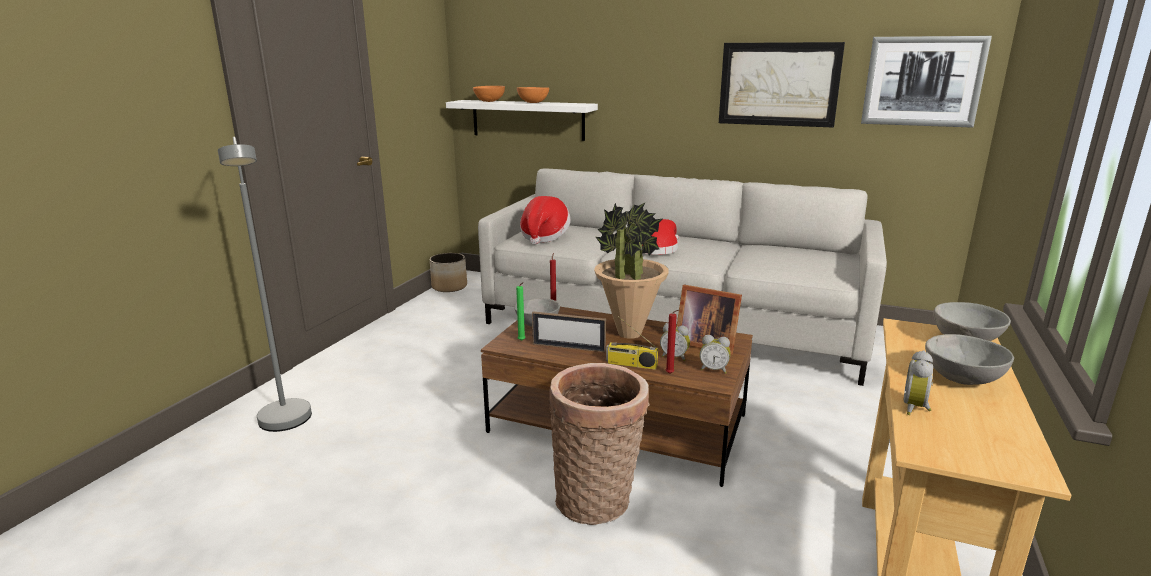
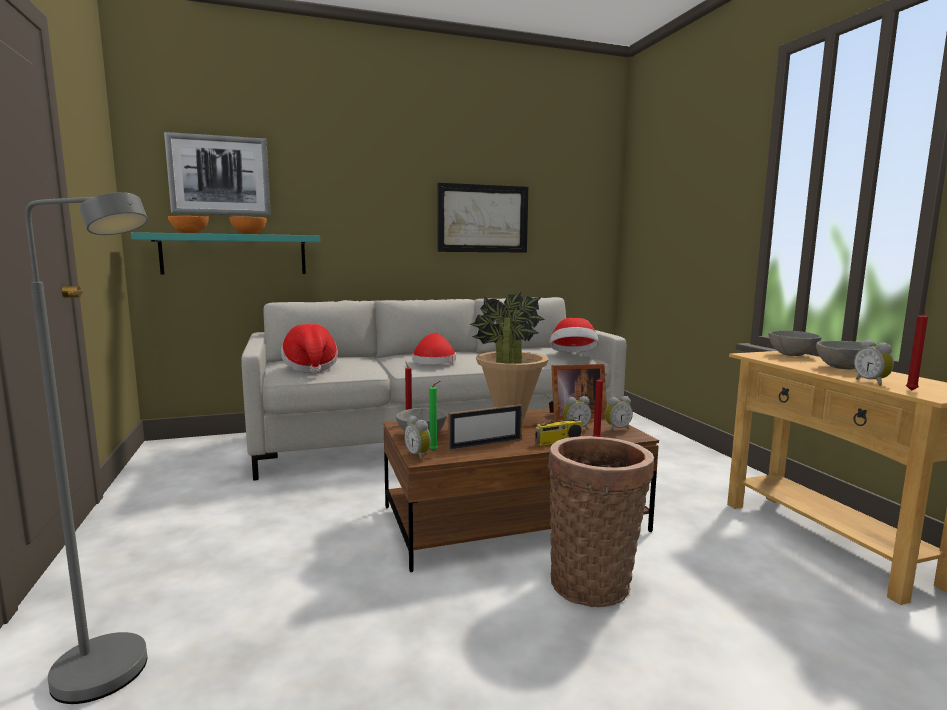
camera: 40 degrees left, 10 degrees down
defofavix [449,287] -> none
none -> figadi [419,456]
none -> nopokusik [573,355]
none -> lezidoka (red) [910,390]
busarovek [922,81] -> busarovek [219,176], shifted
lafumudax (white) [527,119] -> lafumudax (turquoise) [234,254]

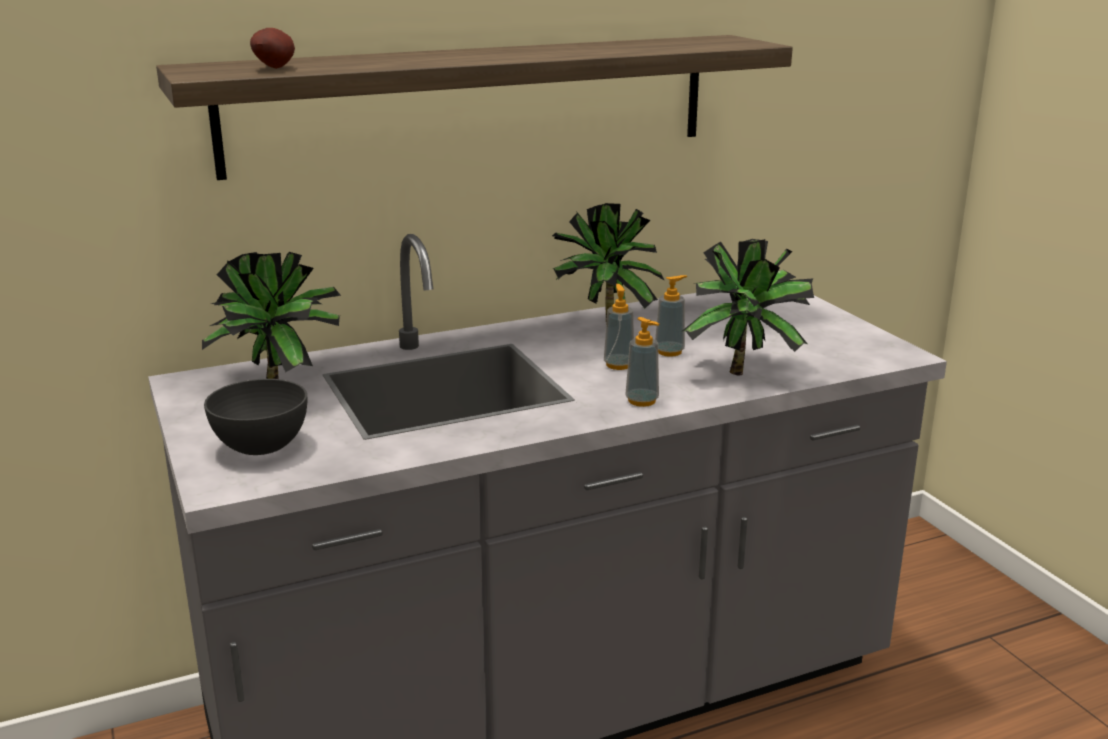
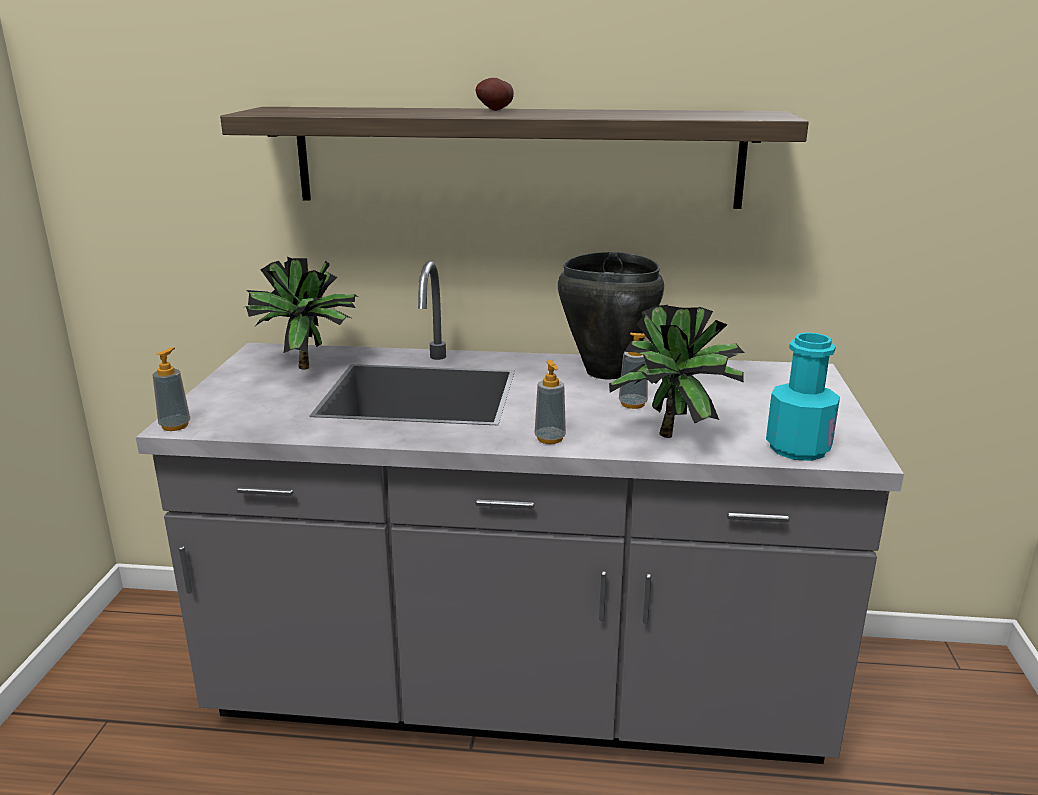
camera: 30 degrees right, 0 degrees up
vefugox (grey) [261,446] -> none
none -> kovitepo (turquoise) [798,448]
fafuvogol [277,68] -> fafuvogol [497,110], shifted
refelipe [618,365] -> refelipe [175,426], shifted
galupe [603,327] -> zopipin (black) [606,372]

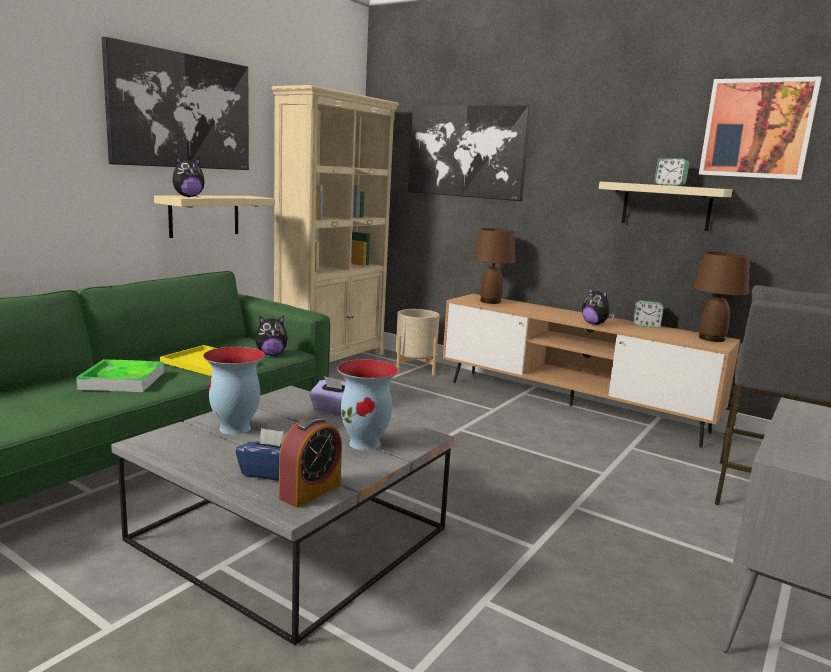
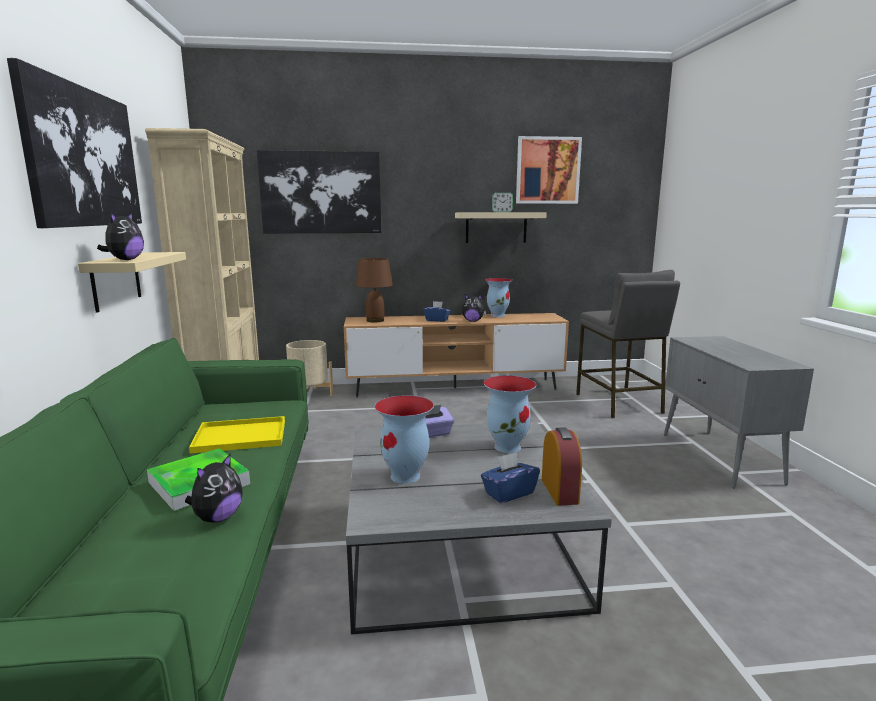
camera: 40 degrees left, 0 degrees up
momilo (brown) [711,338] -> none
none -> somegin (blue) [437,320]
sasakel [271,354] -> sasakel [217,518], shifted
figadi [646,325] -> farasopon [497,315]

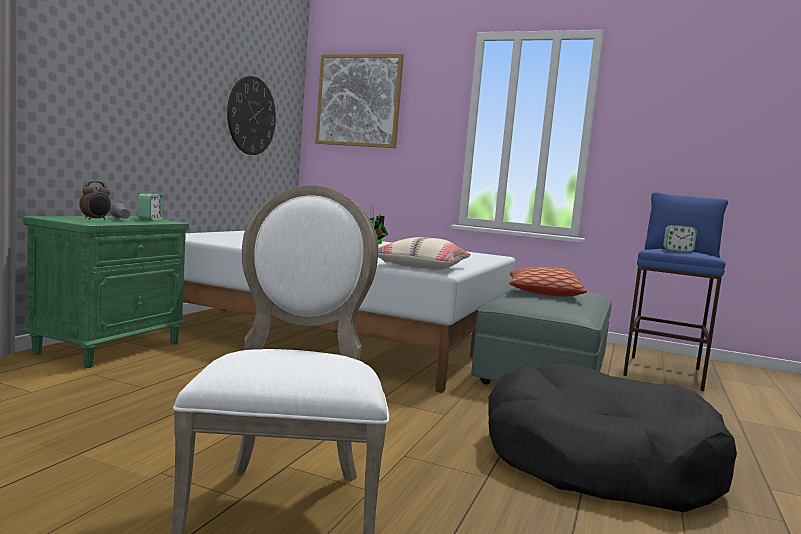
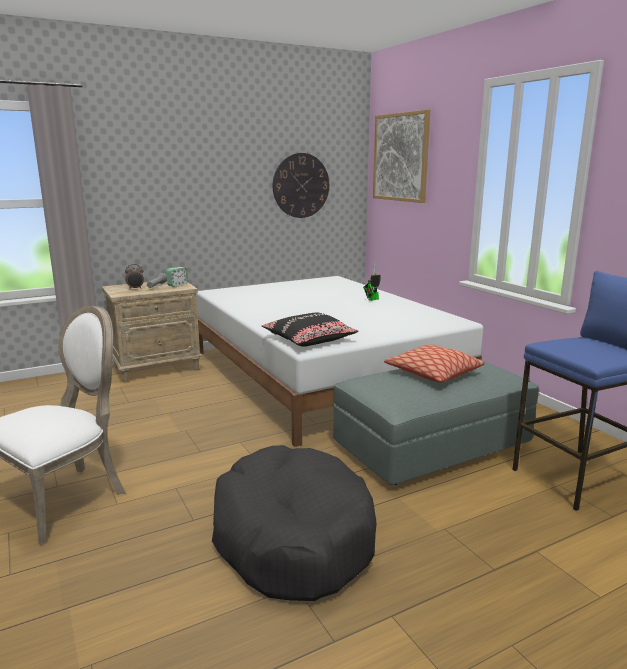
camera: 40 degrees right, 10 degrees up
figadi [678,250] -> none
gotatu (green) [110,347] -> gotatu (beige) [157,368]
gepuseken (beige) [421,266] -> gepuseken (black) [309,339]

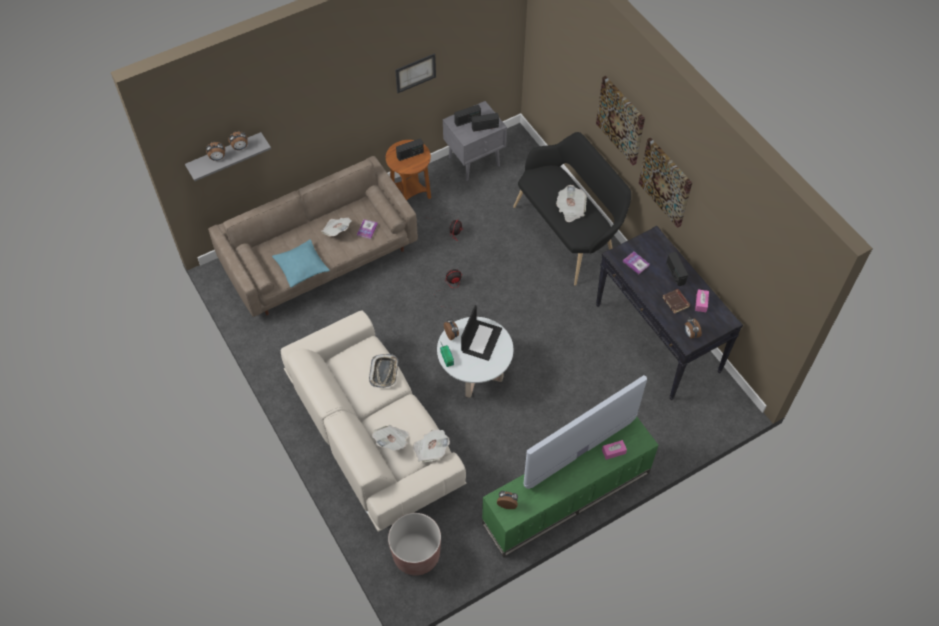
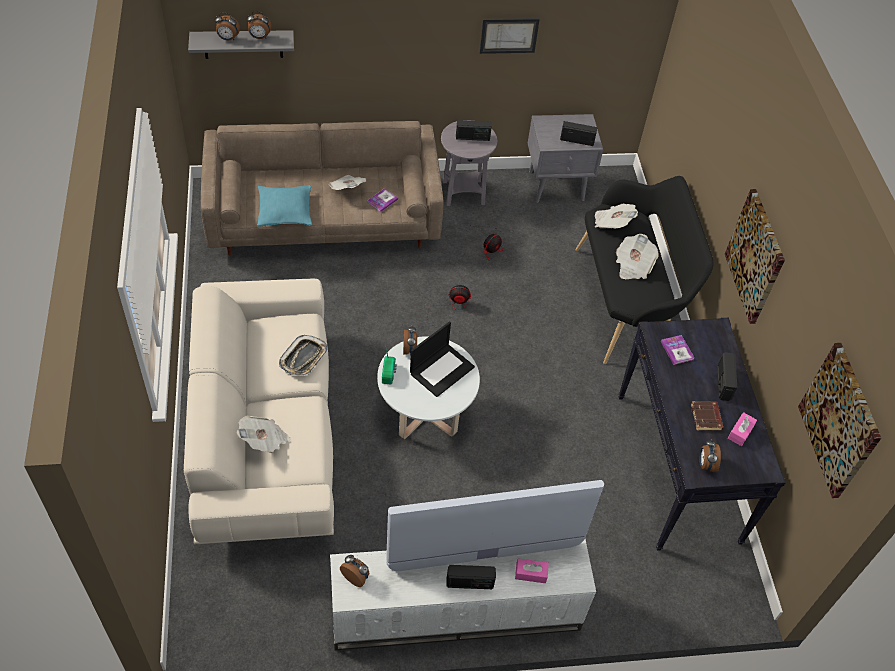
camera: 20 degrees right, 5 degrees down
defofavix (brown) [416,554] -> none
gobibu [430,450] -> gobibu [612,223], shifted
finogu [467,120] -> finogu [469,583], shifted
busarovek [621,120] -> busarovek [840,420], shifted
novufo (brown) [410,194] -> novufo (grey) [463,193]
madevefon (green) [566,499] -> madevefon (white) [454,614]

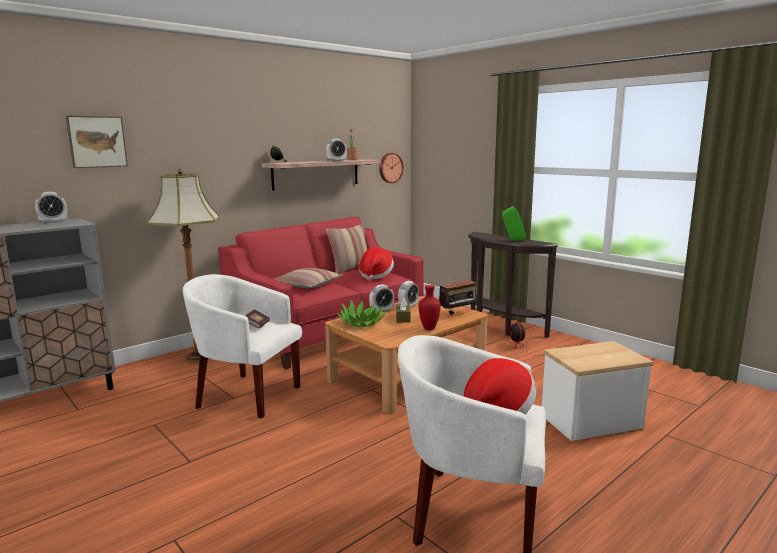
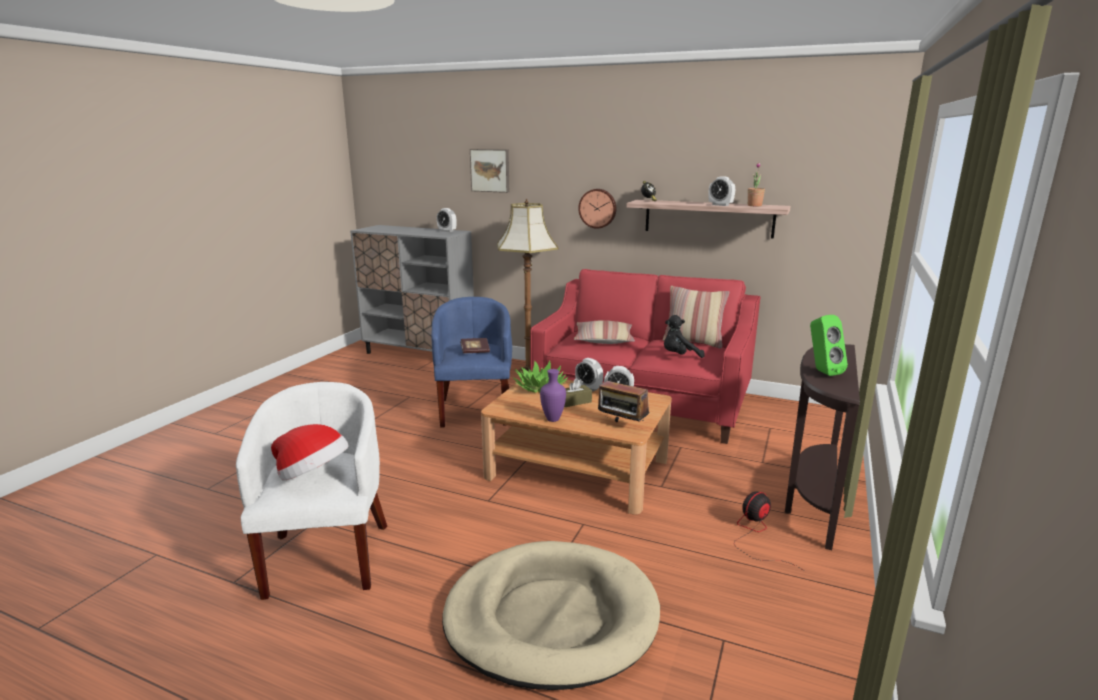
camera: 65 degrees right, 5 degrees up
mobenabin [390,168] -> mobenabin [598,208], shifted
nopokusik [375,275] -> sasakel (black) [679,356]
novufo [590,422] -> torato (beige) [551,618]
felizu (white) [246,395] -> felizu (blue) [475,410]
farasopon (red) [429,329] -> farasopon (purple) [552,419]

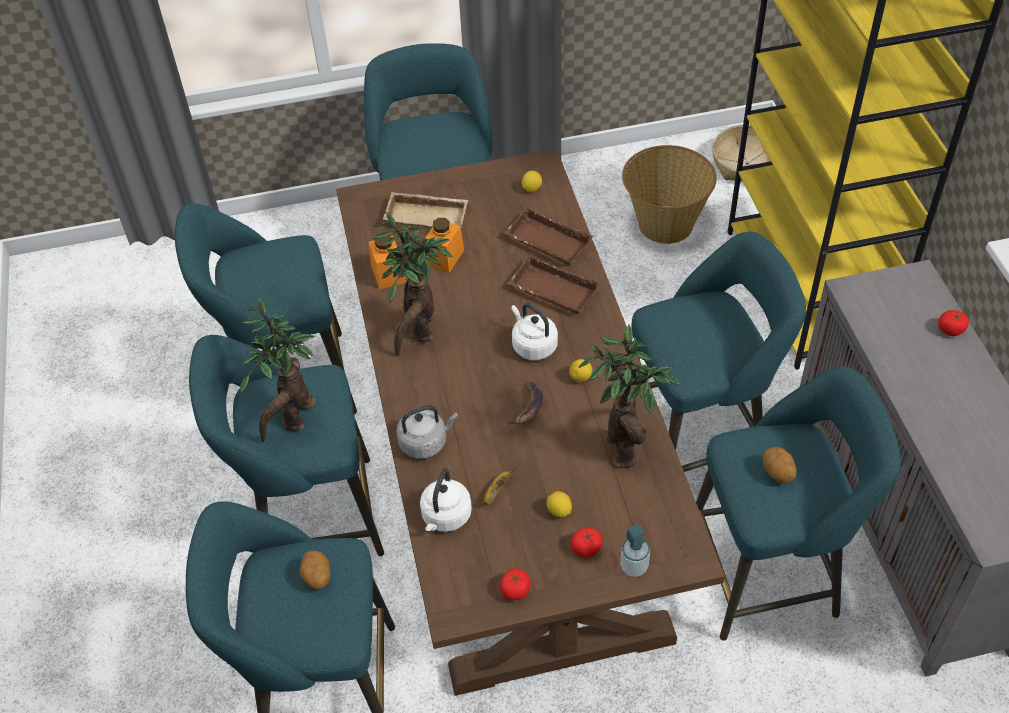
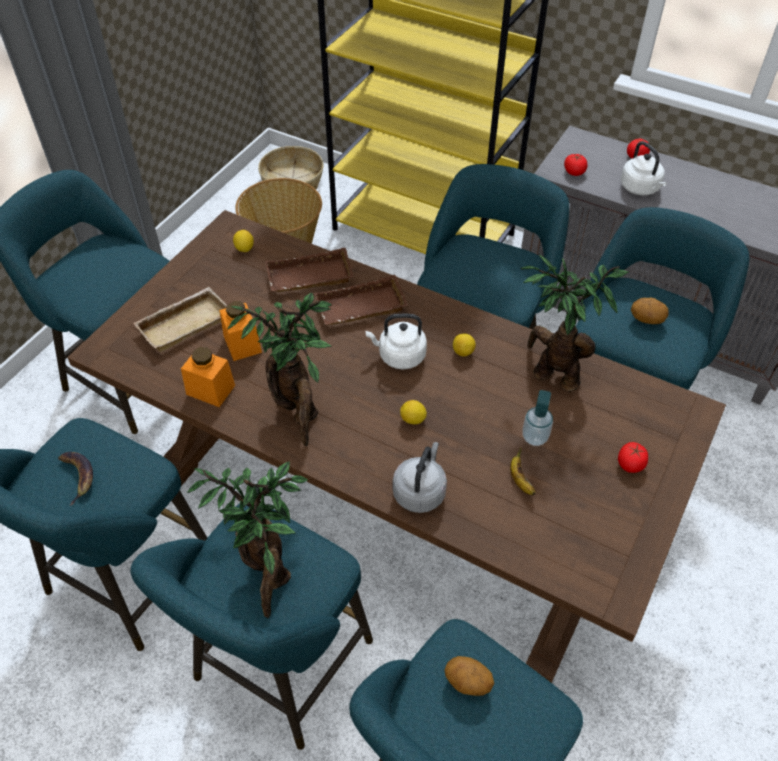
camera: 50 degrees left, 0 degrees up
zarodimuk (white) [445,517] -> zarodimuk (white) [641,189], shifted
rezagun [515,590] -> rezagun [574,172], shifted
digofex [527,407] -> digofex [78,476], shifted
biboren [559,511] -> biboren [413,420], shifted
refelipe [634,567] -> refelipe [535,437], shifted

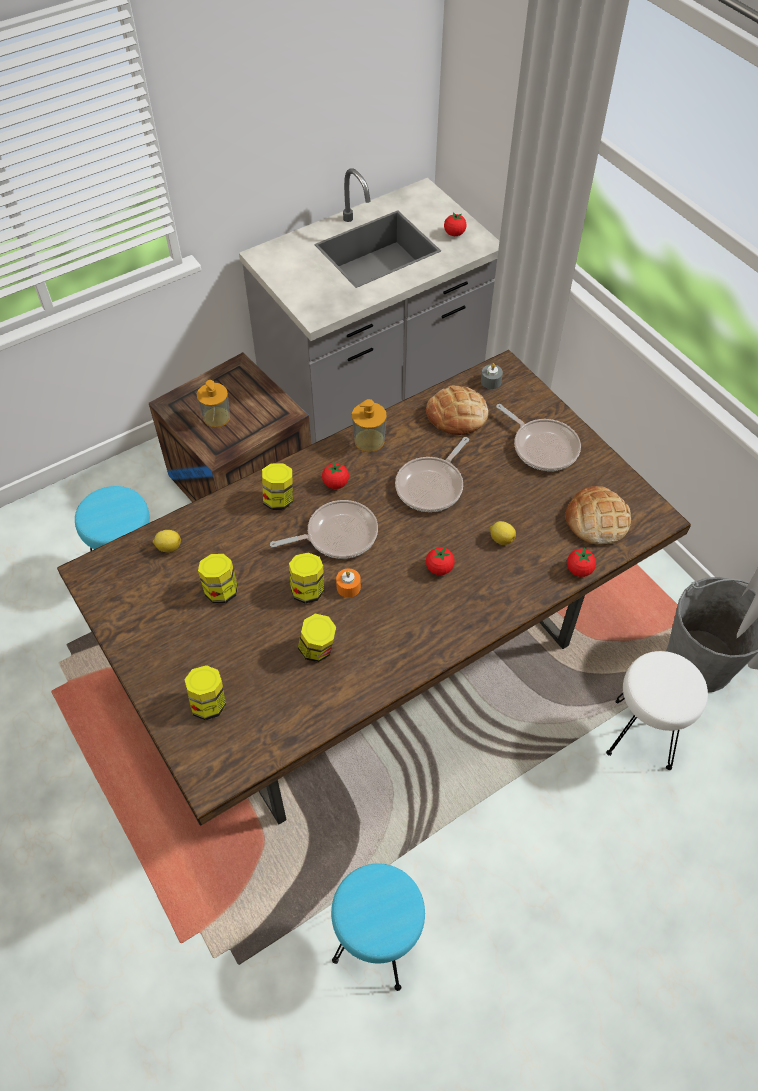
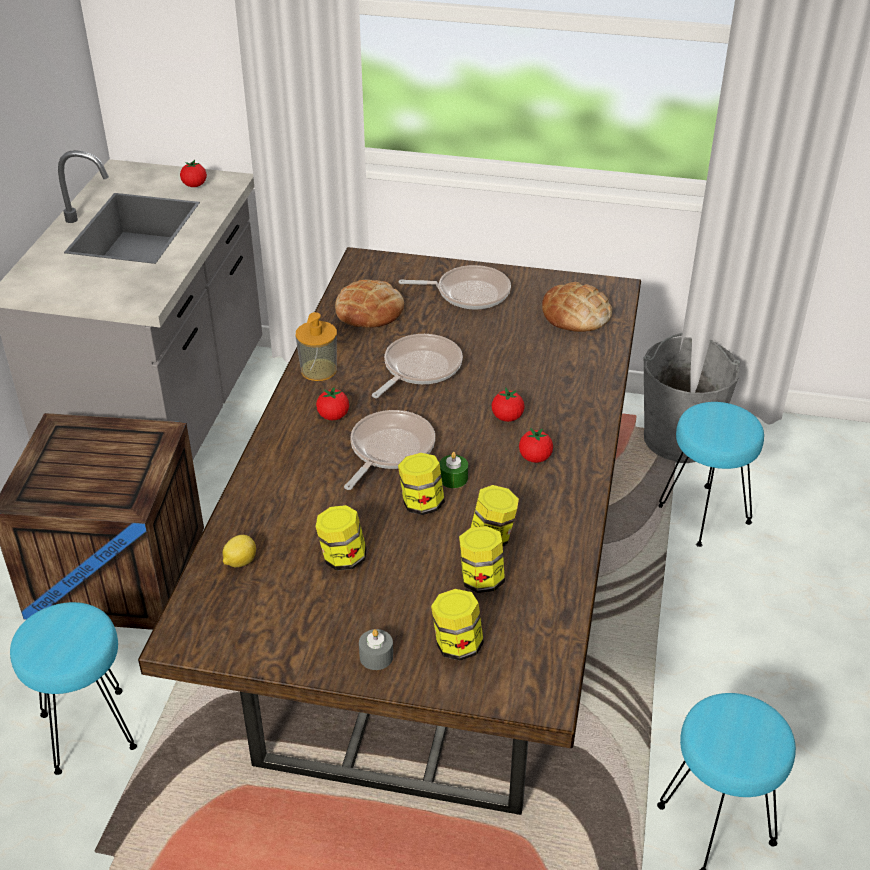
camera: 45 degrees left, 15 degrees down
refelipe [216,417] -> none
biboren [501,539] -> none
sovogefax [279,499] -> sovogefax [481,579], shifted
lezidoka (grey) [491,381] -> lezidoka (grey) [376,656], shifted
rezagun [579,570] -> rezagun [535,458], shifted
lezidoka (orange) [348,587] -> lezidoka (green) [453,478]
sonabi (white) [641,735] -> sonabi (turquoise) [704,516]
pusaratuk [432,486] -> pusaratuk [419,368], 135 degrees counterclockwise

